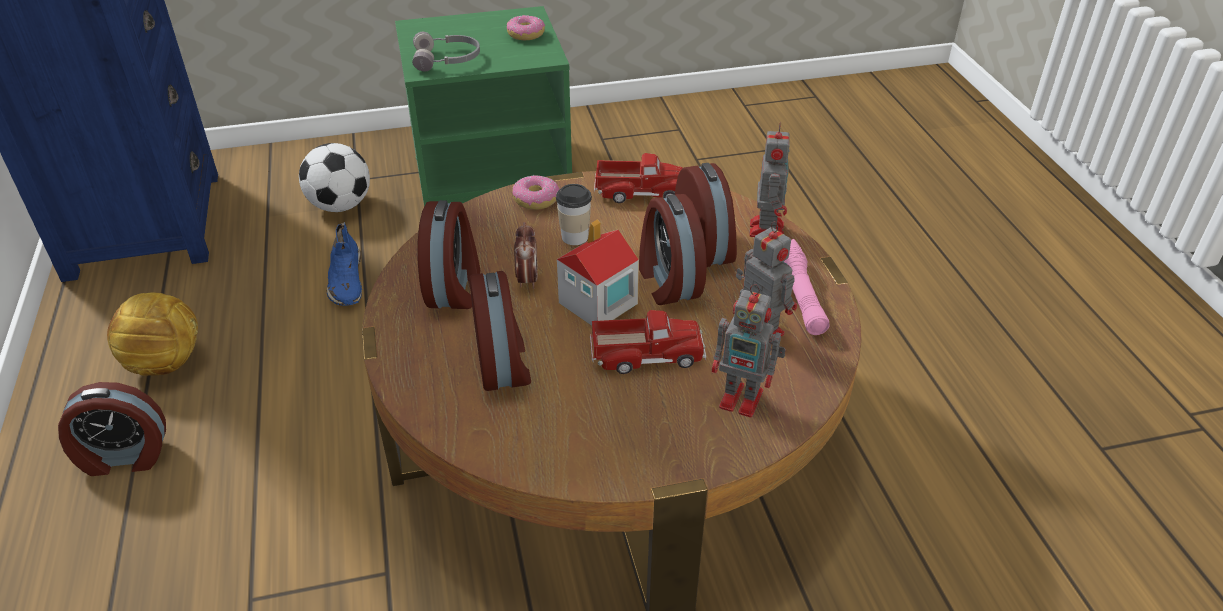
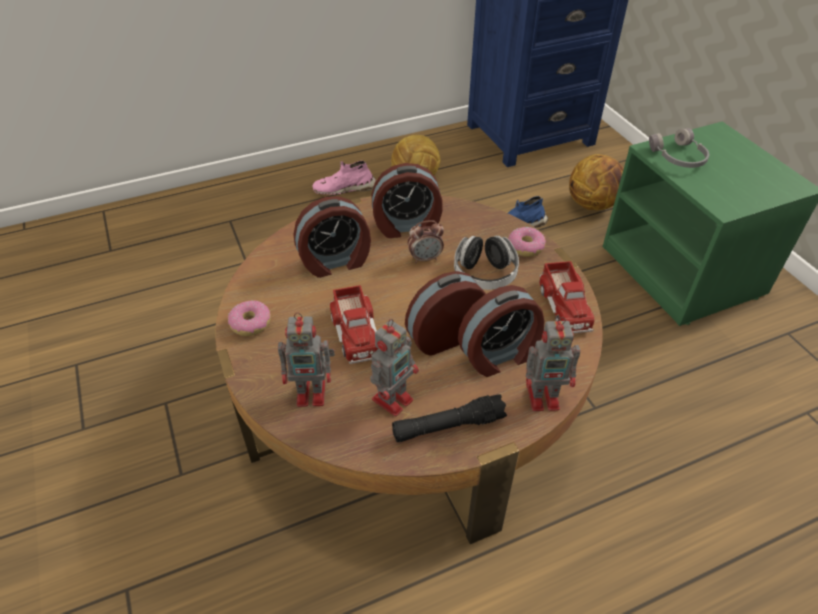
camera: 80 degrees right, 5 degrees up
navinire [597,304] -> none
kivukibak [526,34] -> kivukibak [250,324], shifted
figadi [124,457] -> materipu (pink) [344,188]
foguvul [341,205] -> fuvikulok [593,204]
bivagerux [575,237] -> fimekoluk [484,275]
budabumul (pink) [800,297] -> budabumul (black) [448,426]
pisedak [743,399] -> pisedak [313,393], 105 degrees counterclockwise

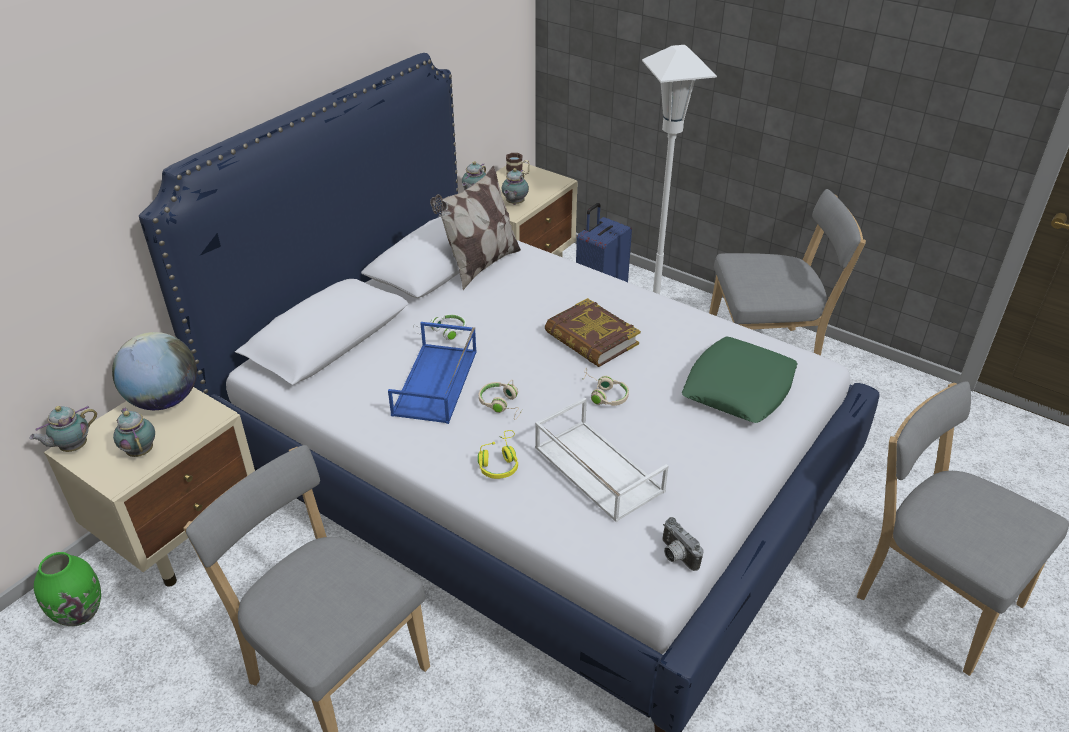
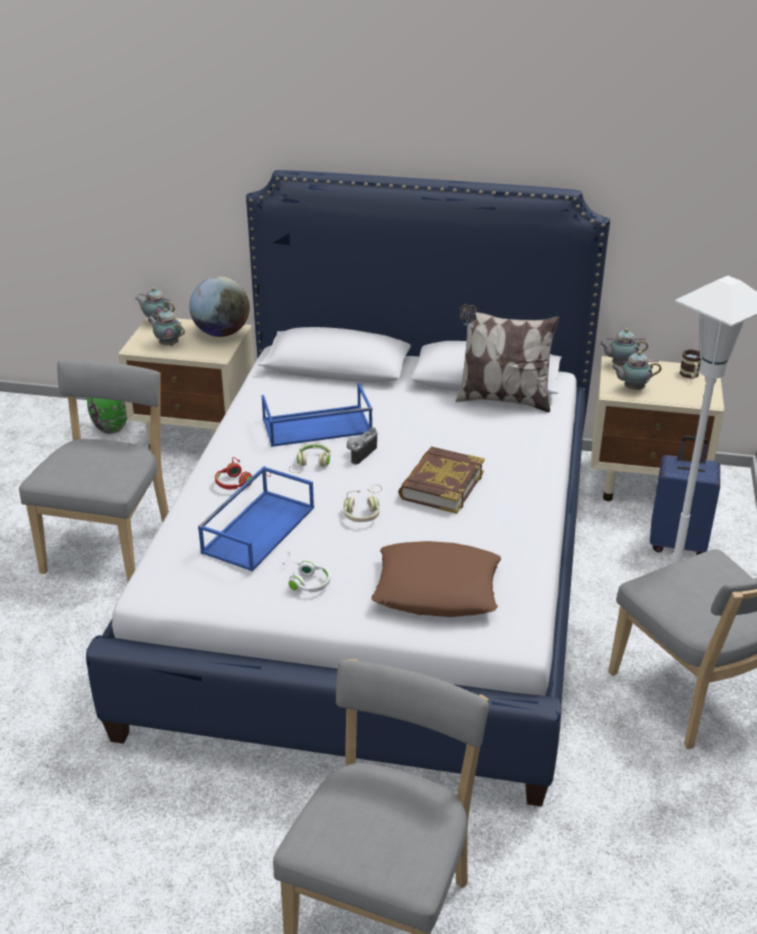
camera: 65 degrees right, 5 degrees down
fimekoluk (white) [443,332] -> fimekoluk (white) [304,580], shifted
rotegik [675,556] -> rotegik [360,453], shifted
fimekoluk (yellow) [499,462] -> fimekoluk (red) [240,482]
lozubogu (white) [596,469] -> lozubogu (blue) [258,528]
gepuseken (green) [738,387] -> gepuseken (brown) [437,589]
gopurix [140,450] -> gopurix [168,344], 90 degrees counterclockwise

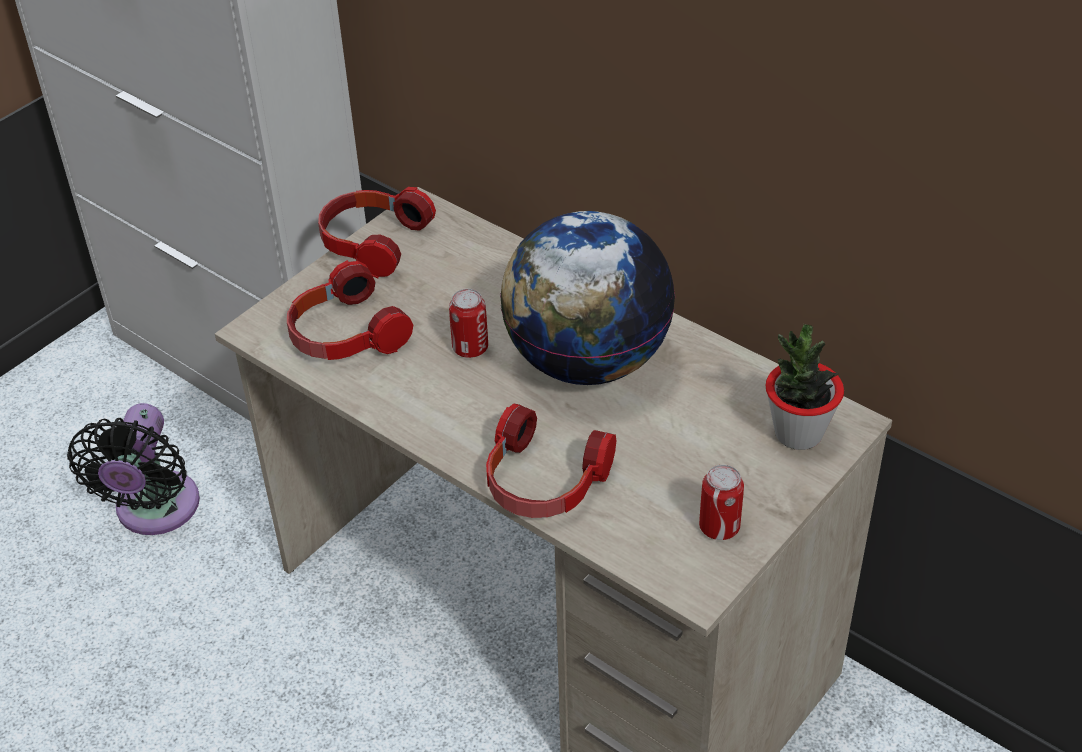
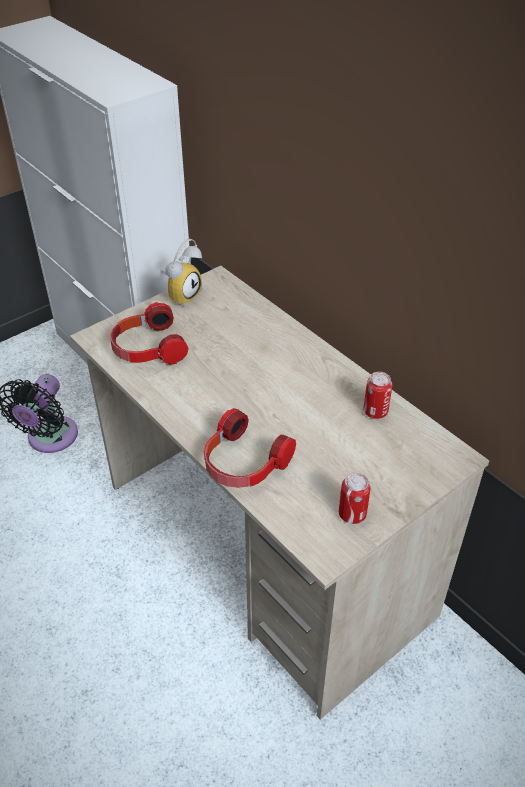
camera: 10 degrees right, 0 degrees up
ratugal [586,361] -> none
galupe [798,433] -> none
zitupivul [470,348] -> zitupivul [375,411], shifted
fimekoluk [371,242] -> figadi [182,294]

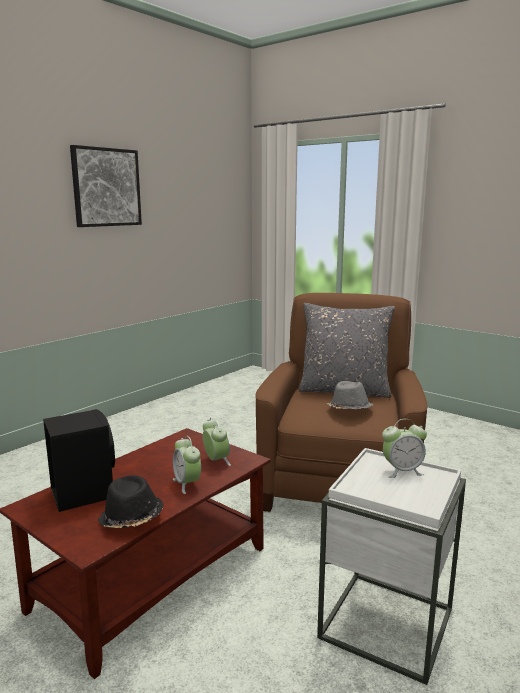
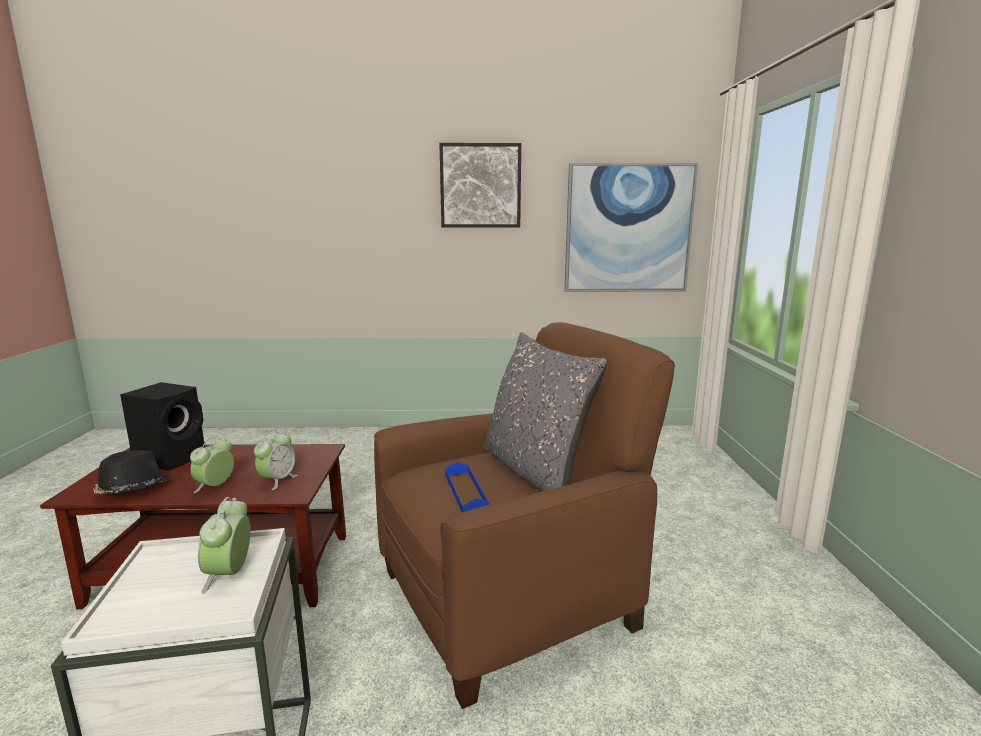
camera: 50 degrees right, 0 degrees up
none -> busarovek [628,229]
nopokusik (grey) [349,409] -> lozubogu (blue) [466,492]
figadi [402,471] -> figadi [229,574], 45 degrees clockwise

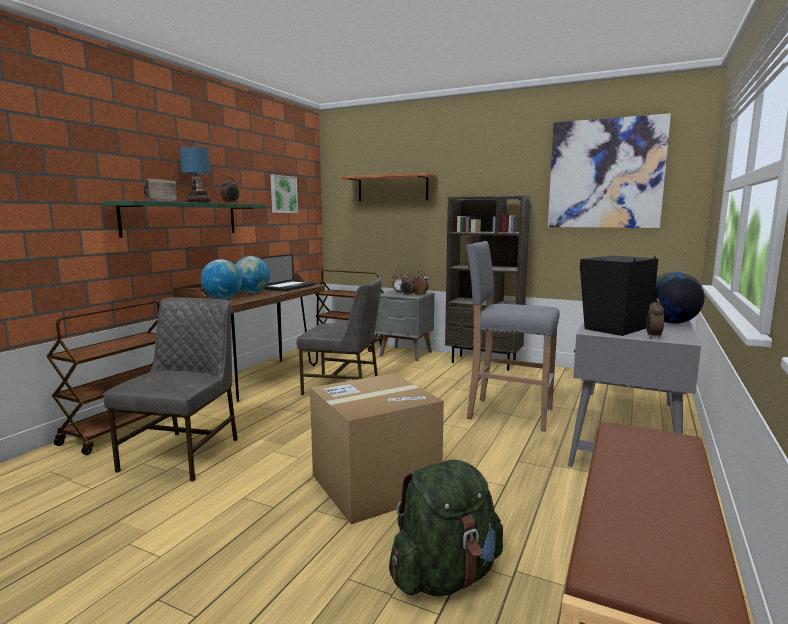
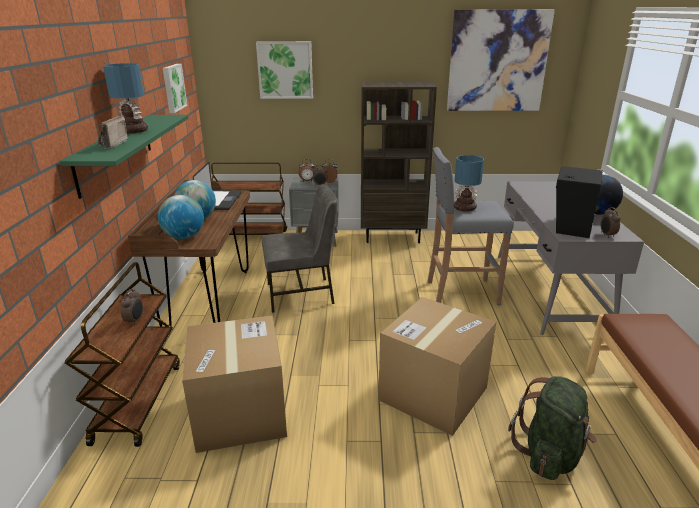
camera: 25 degrees left, 15 degrees up
none -> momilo [465,208]
figadi [231,203] -> figadi [135,321], shifted
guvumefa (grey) [184,454] -> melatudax [240,413]
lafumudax [392,188] -> busarovek [285,70]

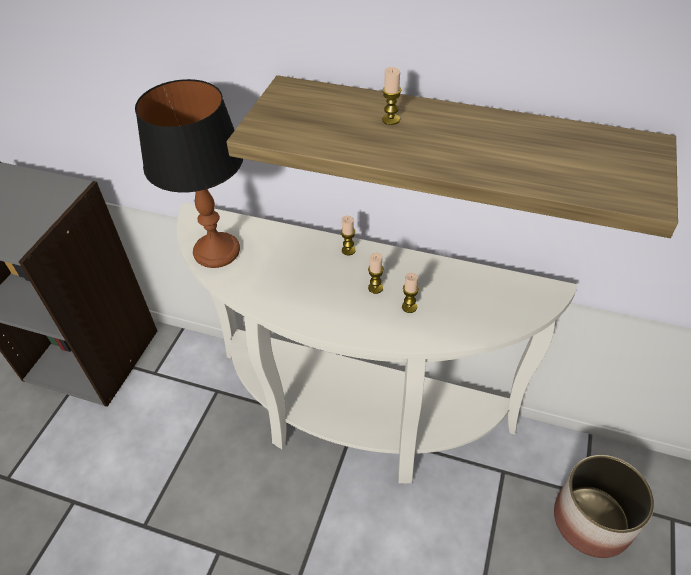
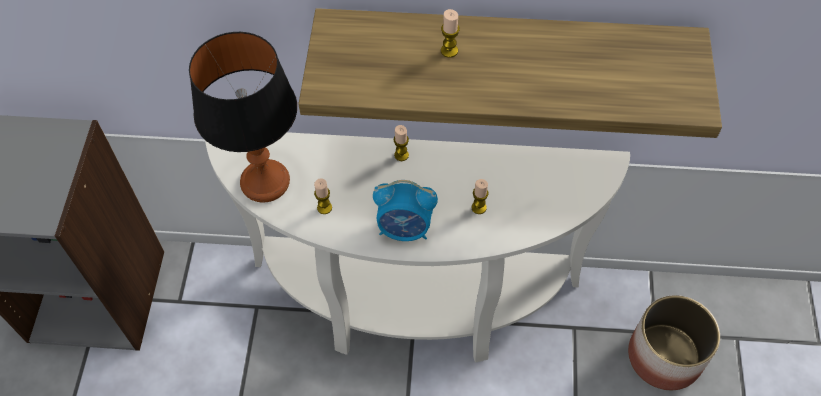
camera: 15 degrees left, 10 degrees up
none -> figadi [405,229]
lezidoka [375,288] -> lezidoka [324,207], shifted

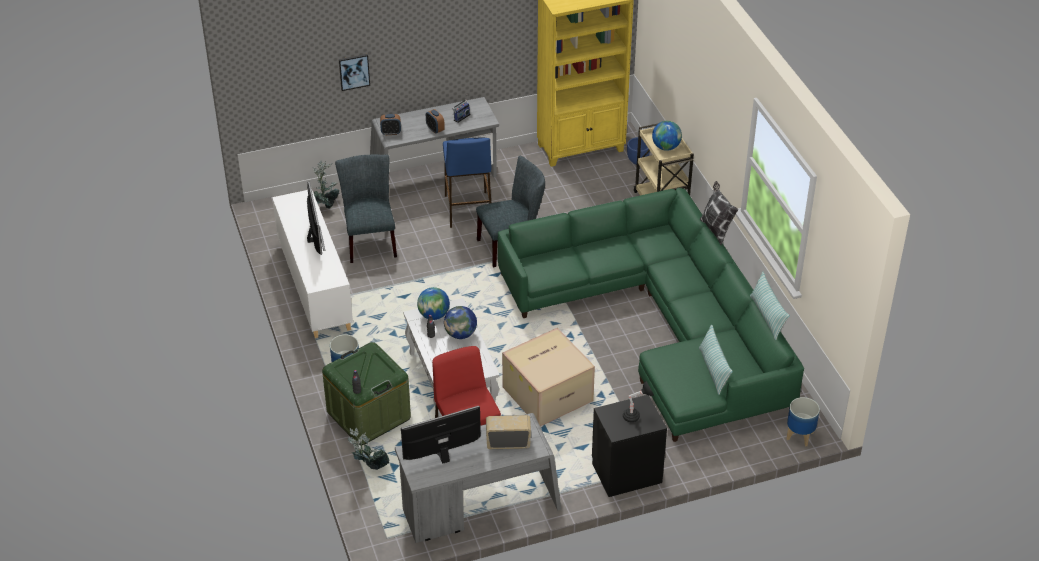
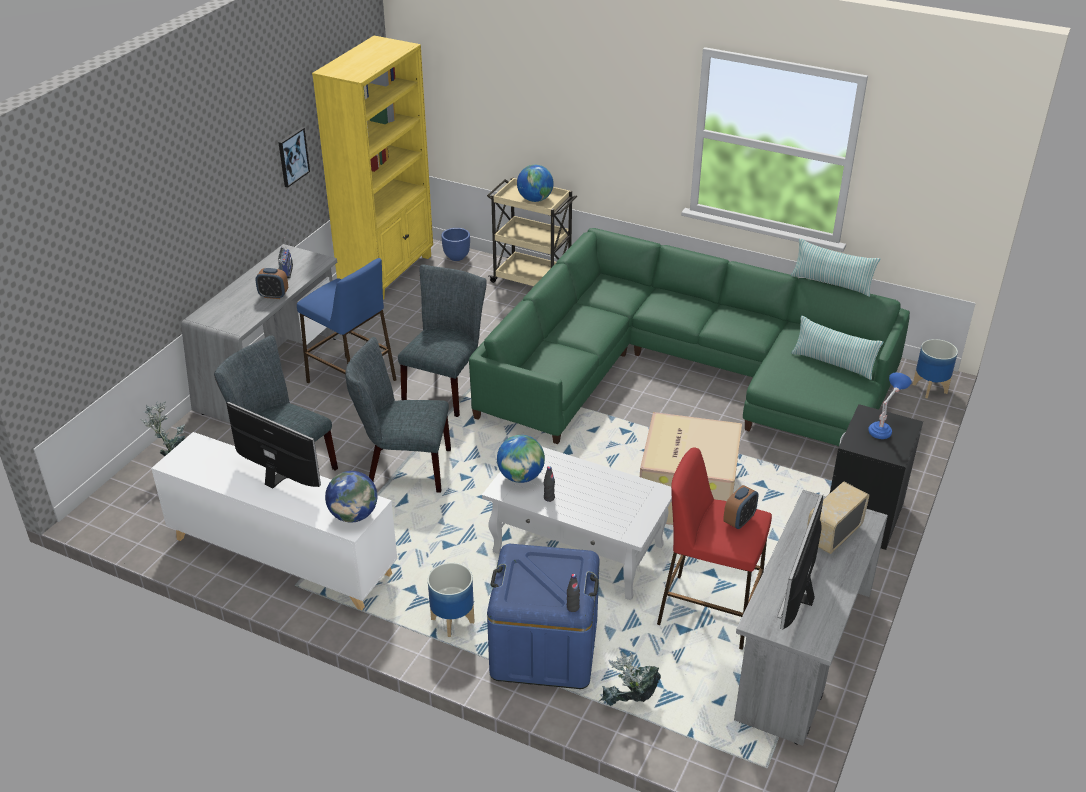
camera: 45 degrees left, 5 degrees down
gepuseken [716,230] -> none
none -> guvumefa (grey) [403,468]
busarovek [354,71] -> busarovek [292,156], shifted
figadi [391,132] -> figadi [739,521], shifted
ratugal [460,334] -> ratugal [354,515], shifted
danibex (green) [368,415] -> danibex (blue) [544,648]
momilo (black) [636,416] -> momilo (blue) [883,429]

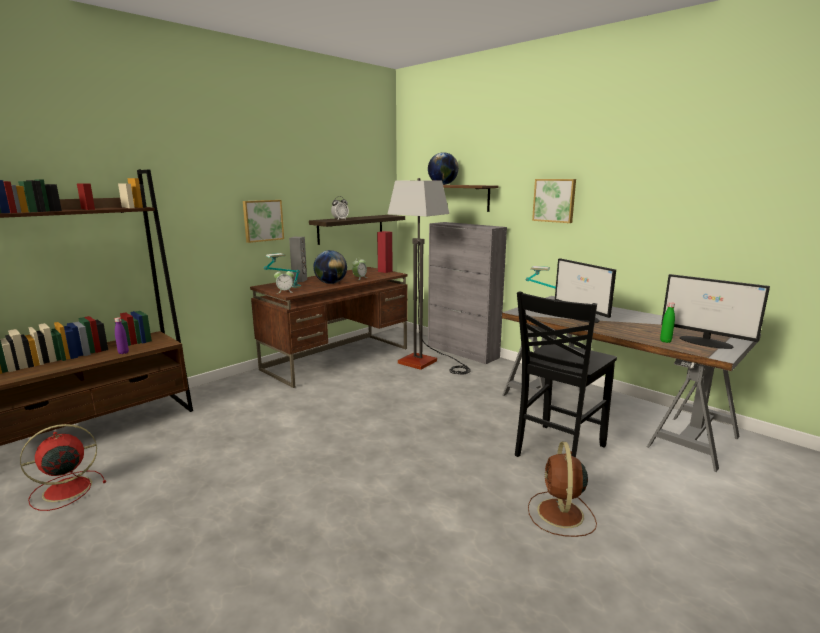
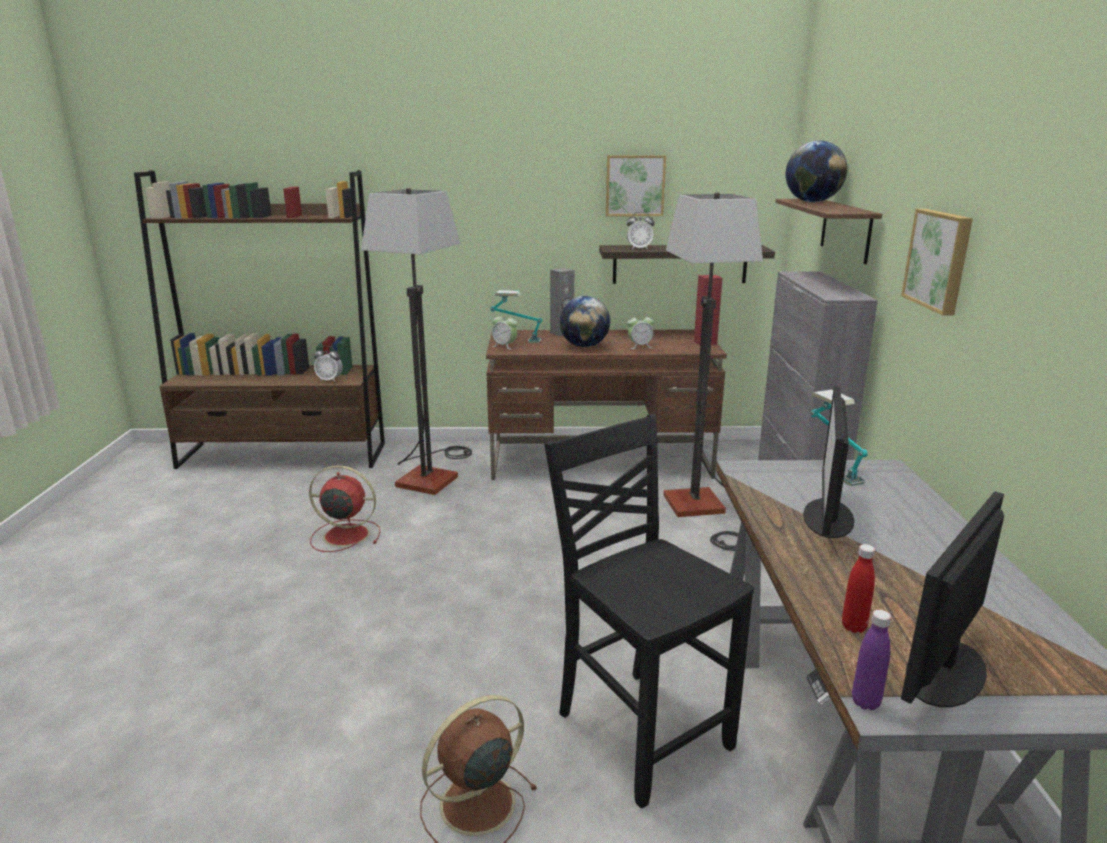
camera: 45 degrees right, 5 degrees up
none -> figadi [329,380]
none -> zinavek [431,474]
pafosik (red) [65,490] -> pafosik (red) [344,535], shifted
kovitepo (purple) [123,352] -> kovitepo (purple) [865,702], shifted
busarovek [262,220] -> busarovek [635,185], shifted
kovitepo (green) [665,341] -> kovitepo (red) [853,627]
guvumefa (black) [557,450] -> guvumefa (black) [640,729], 60 degrees clockwise
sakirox [706,342] -> sakirox [944,673], 45 degrees clockwise

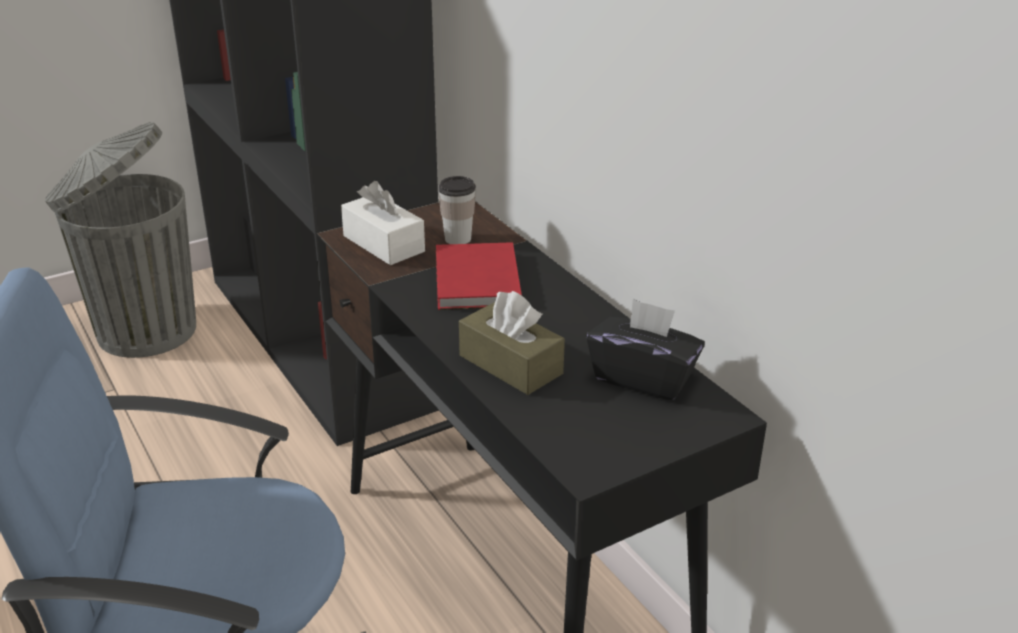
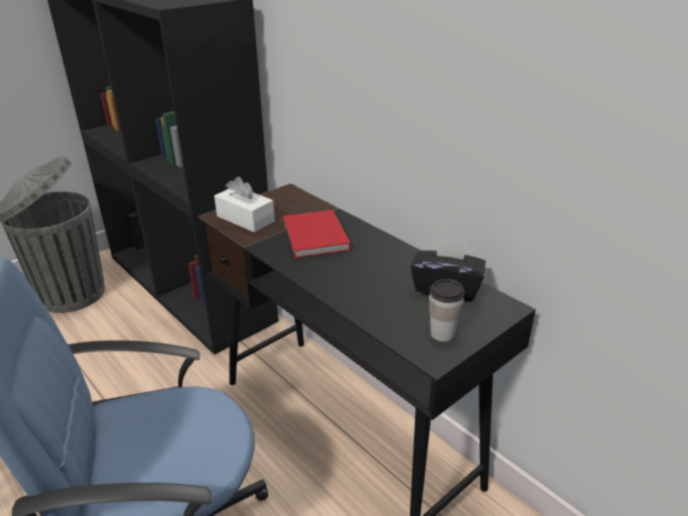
camera: 10 degrees left, 0 degrees up
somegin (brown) [510,364] -> none
bivagerux [458,239] -> bivagerux [442,333], shifted

